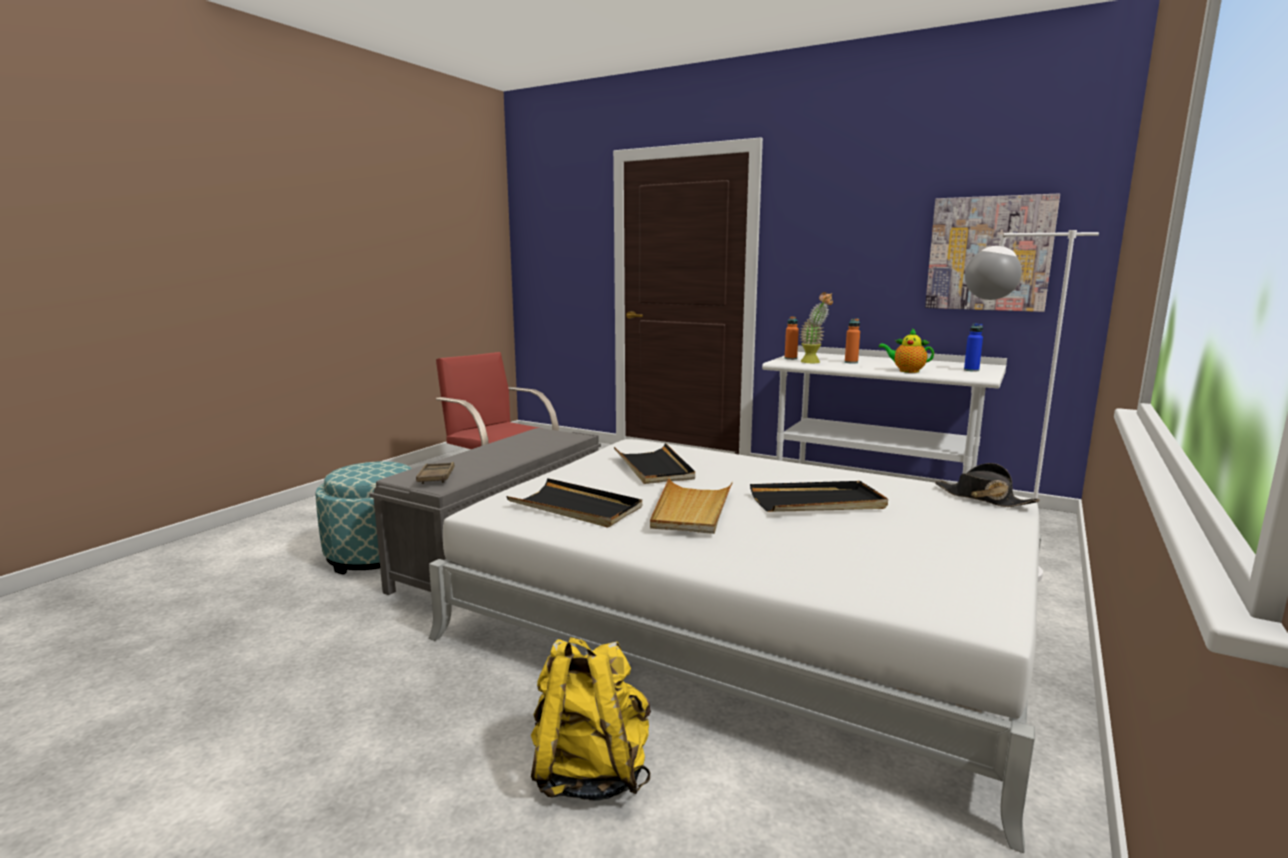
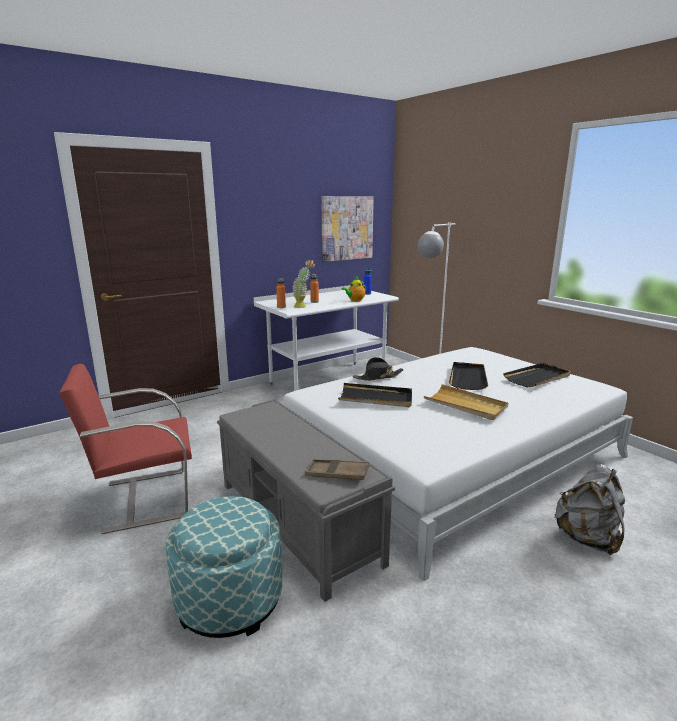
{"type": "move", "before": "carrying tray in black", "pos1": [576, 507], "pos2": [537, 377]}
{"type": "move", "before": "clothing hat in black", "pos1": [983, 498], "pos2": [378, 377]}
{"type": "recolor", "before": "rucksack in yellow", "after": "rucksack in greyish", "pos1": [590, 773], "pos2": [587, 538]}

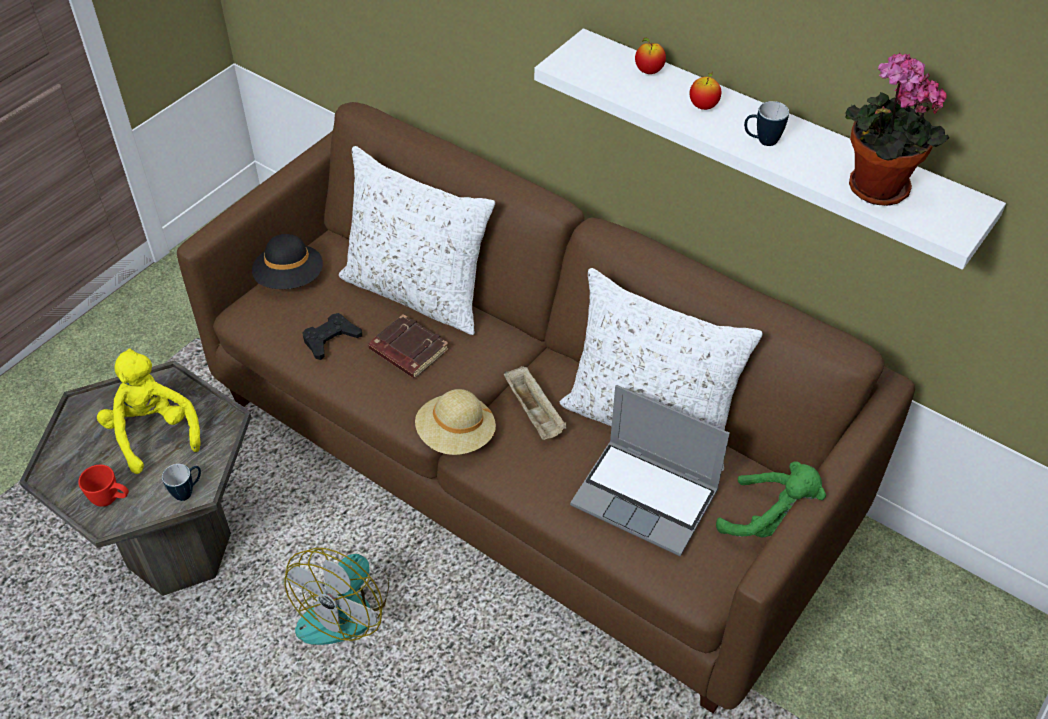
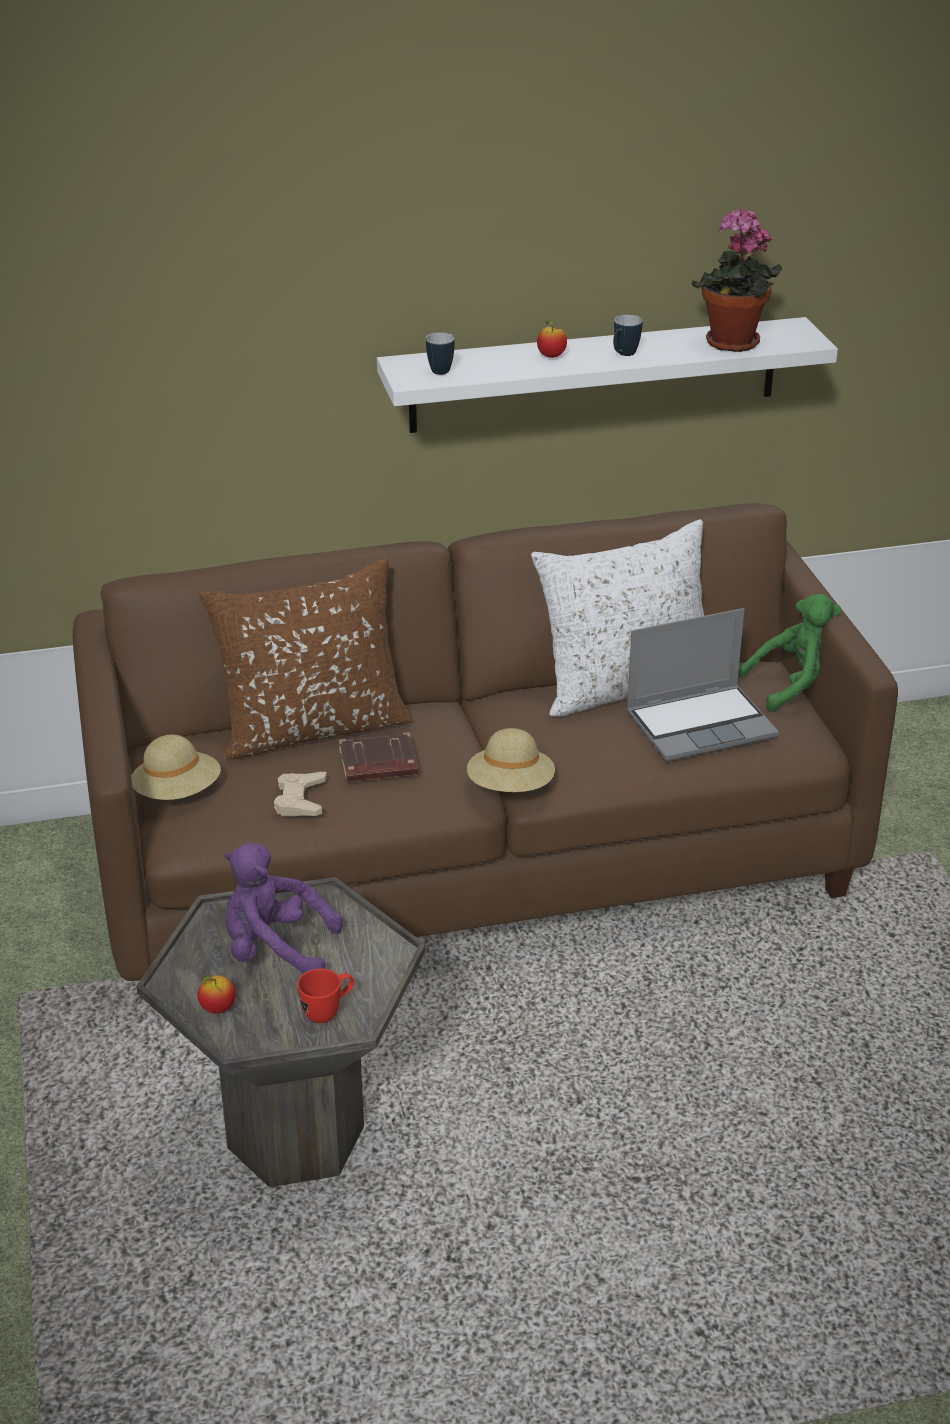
{"type": "delete", "before": "electric fan", "pos1": [345, 606]}
{"type": "delete", "before": "carrying tray in beige-coloured", "pos1": [535, 413]}
{"type": "move", "before": "tea mug", "pos1": [188, 491], "pos2": [440, 369]}
{"type": "move", "before": "apple fruit", "pos1": [649, 71], "pos2": [218, 1008]}
{"type": "recolor", "before": "cuddly toy in yellow", "after": "cuddly toy in purple", "pos1": [153, 432], "pos2": [275, 950]}
{"type": "recolor", "before": "clothing hat in black", "after": "clothing hat in beige-coloured", "pos1": [290, 279], "pos2": [177, 793]}
{"type": "recolor", "before": "gamepad in black", "after": "gamepad in beige-coloured", "pos1": [331, 339], "pos2": [300, 800]}
{"type": "recolor", "before": "throw pillow in white-coloured", "after": "throw pillow in brown-coloured", "pos1": [417, 292], "pos2": [312, 728]}

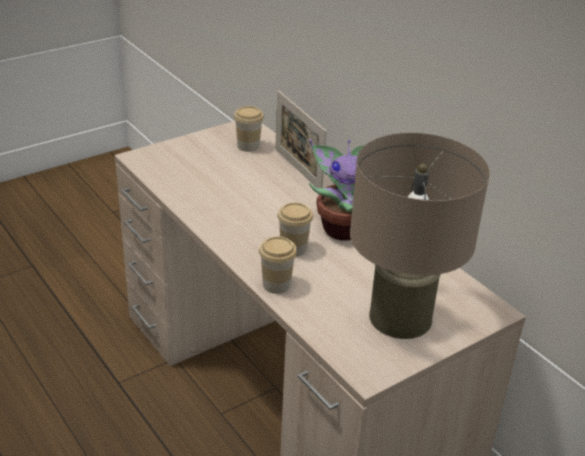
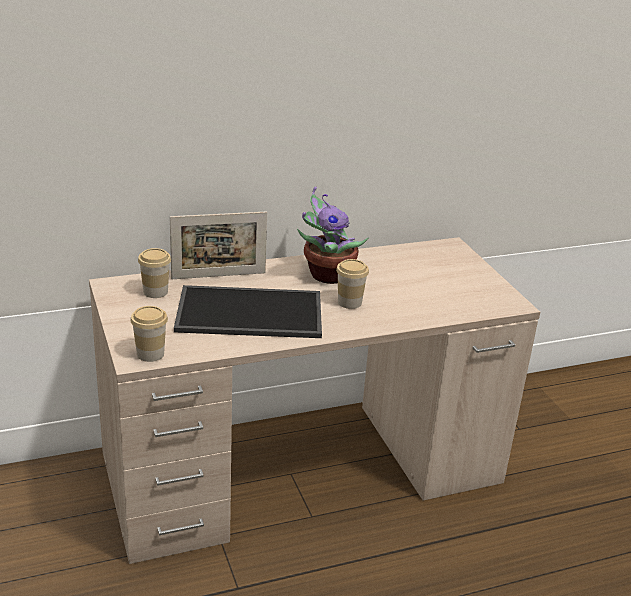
{"type": "delete", "before": "lamp for a table in beige-coloured", "pos1": [400, 318]}
{"type": "insert", "after": "carrying tray", "pos2": [248, 314]}
{"type": "move", "before": "cup", "pos1": [276, 285], "pos2": [150, 354]}

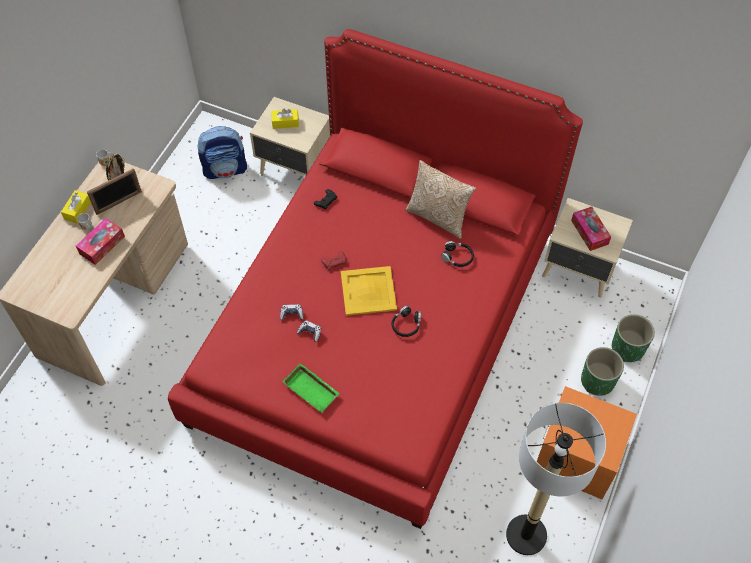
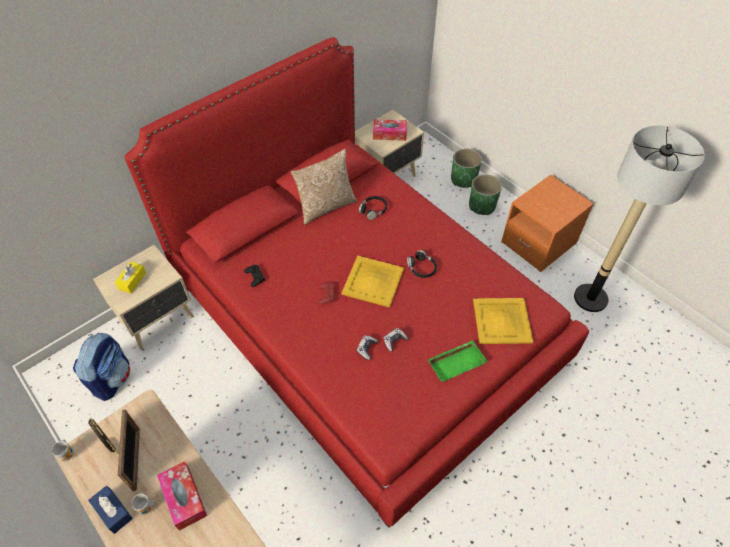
{"type": "insert", "after": "carrying tray in yellow", "pos2": [502, 321]}
{"type": "recolor", "before": "tissue holder in yellow", "after": "tissue holder in blue-coloured", "pos1": [77, 210], "pos2": [113, 511]}

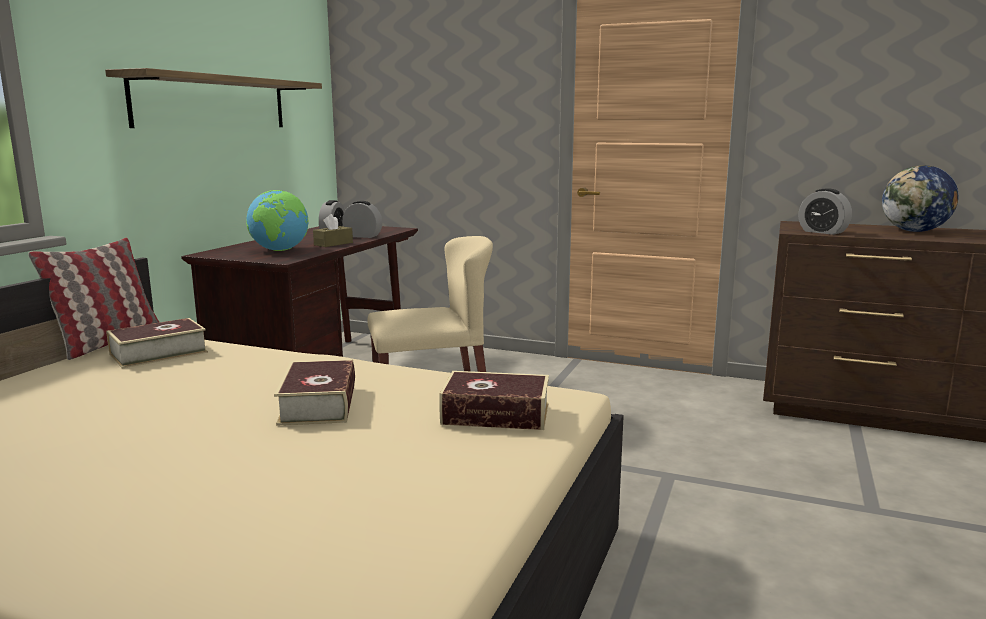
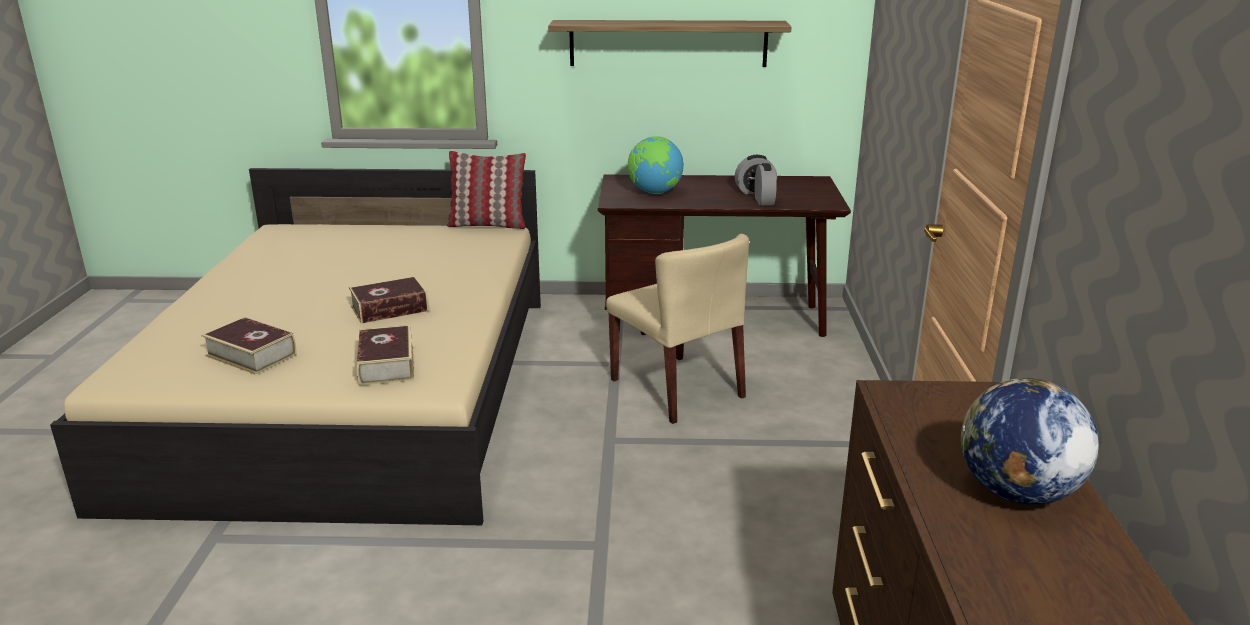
{"type": "delete", "before": "tissue holder in brown-coloured", "pos1": [333, 244]}
{"type": "delete", "before": "table clock", "pos1": [822, 232]}
{"type": "move", "before": "book", "pos1": [158, 353], "pos2": [251, 355]}

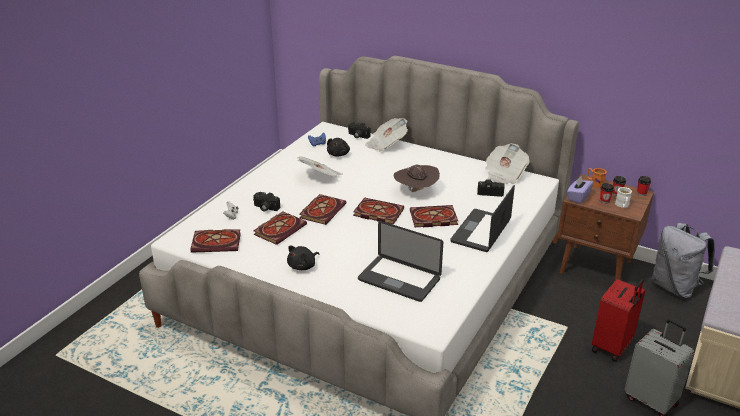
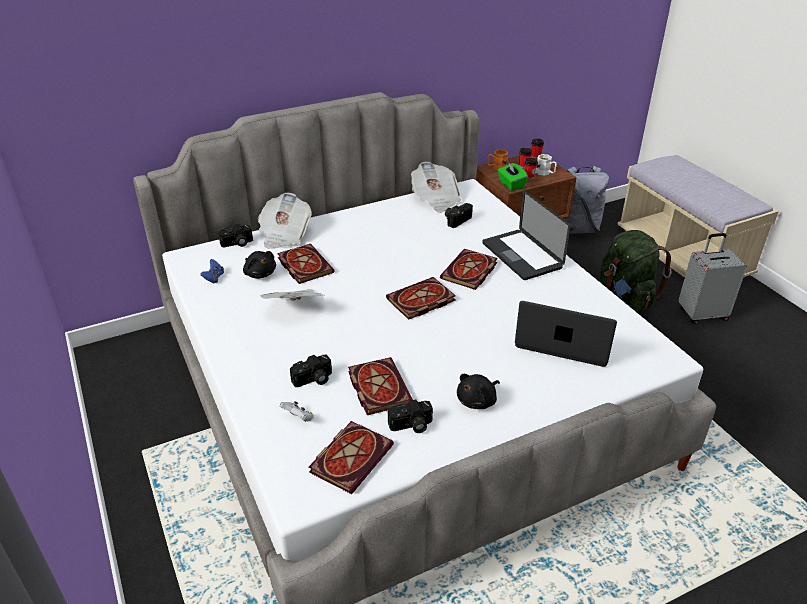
{"type": "delete", "before": "clothing hat in brown-coloured", "pos1": [416, 191]}
{"type": "insert", "after": "photo camera", "pos2": [411, 426]}
{"type": "move", "before": "book", "pos1": [322, 210], "pos2": [303, 265]}
{"type": "replace", "before": "travel case in red", "after": "rucksack in green", "pos1": [612, 347], "pos2": [625, 297]}
{"type": "recolor", "before": "tissue holder in purple", "after": "tissue holder in green", "pos1": [578, 197], "pos2": [511, 184]}
{"type": "rotate", "before": "cuddly toy in black", "pos1": [303, 266], "pos2": [478, 401], "turn": 60}
{"type": "rotate", "before": "notebook computer", "pos1": [399, 279], "pos2": [564, 342], "turn": -135}

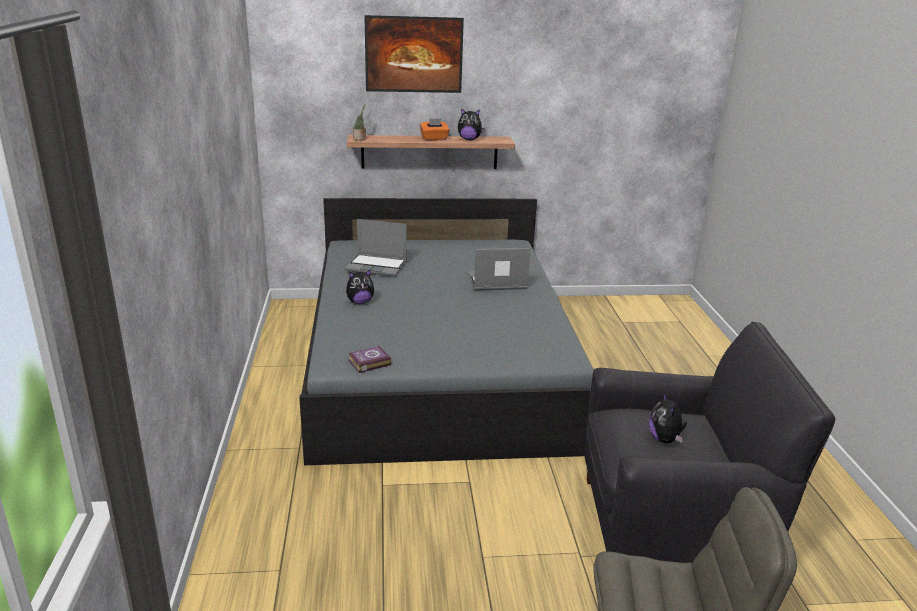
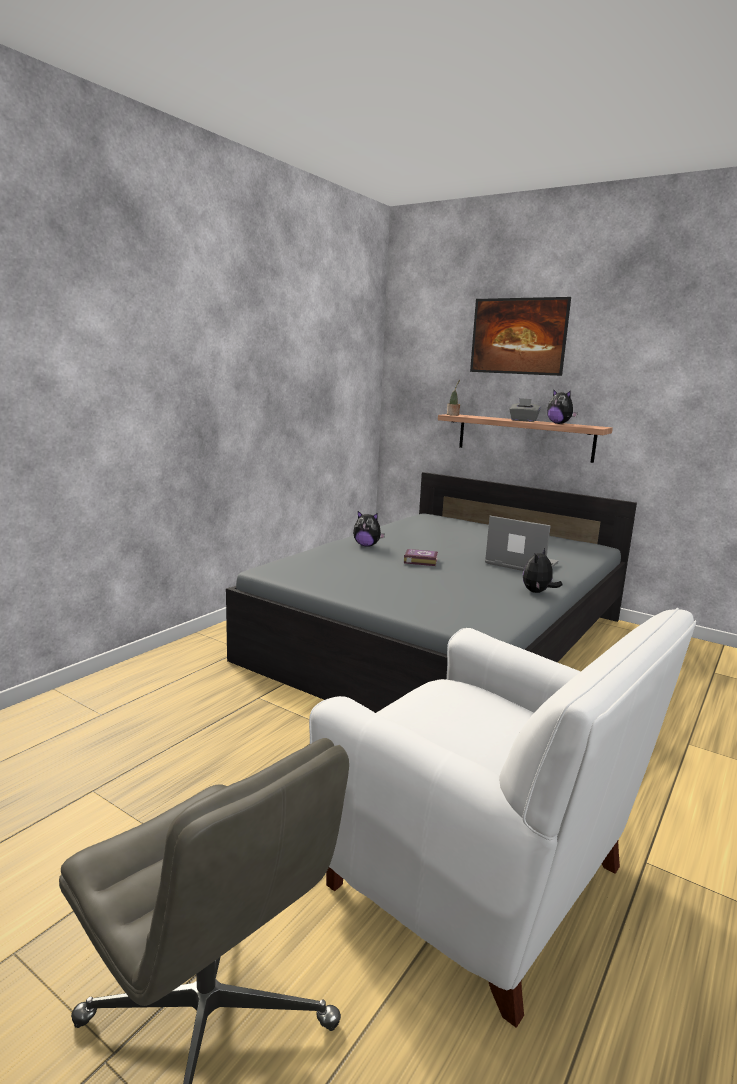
{"type": "delete", "before": "notebook computer", "pos1": [377, 266]}
{"type": "move", "before": "book", "pos1": [368, 362], "pos2": [420, 560]}
{"type": "move", "before": "cuddly toy", "pos1": [665, 440], "pos2": [537, 592]}
{"type": "recolor", "before": "tissue holder in orange-coloured", "after": "tissue holder in greyish", "pos1": [434, 139], "pos2": [523, 420]}
{"type": "recolor", "before": "lounge chair in black", "after": "lounge chair in white-coloured", "pos1": [672, 530], "pos2": [482, 881]}

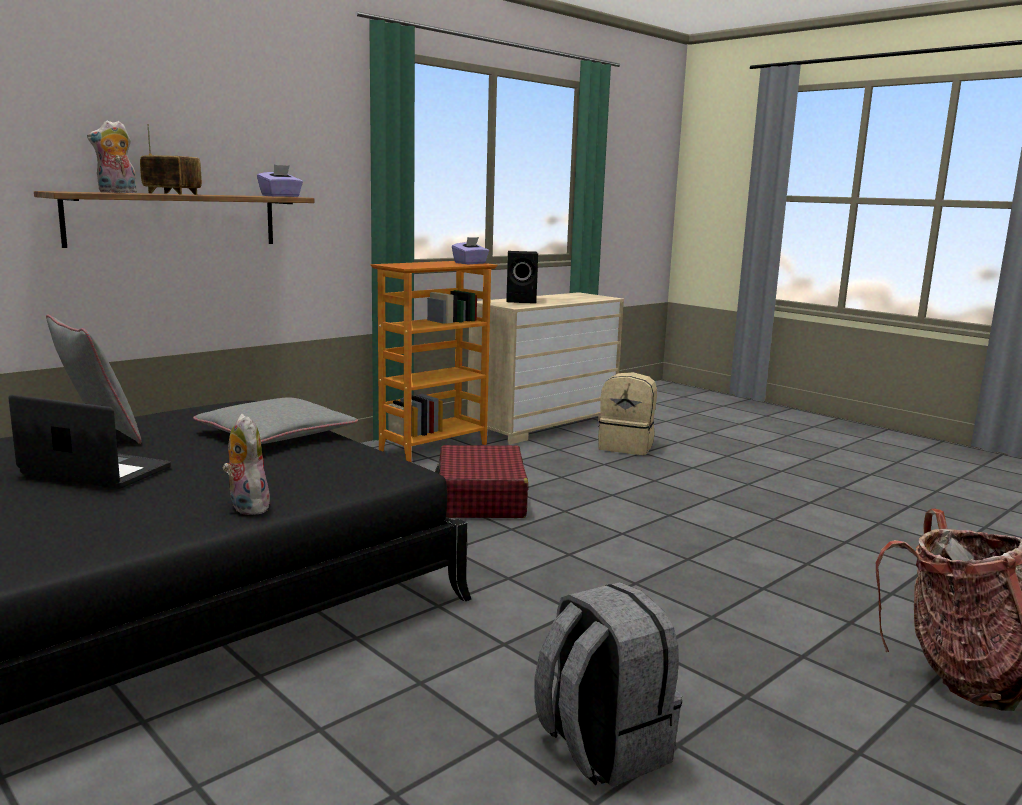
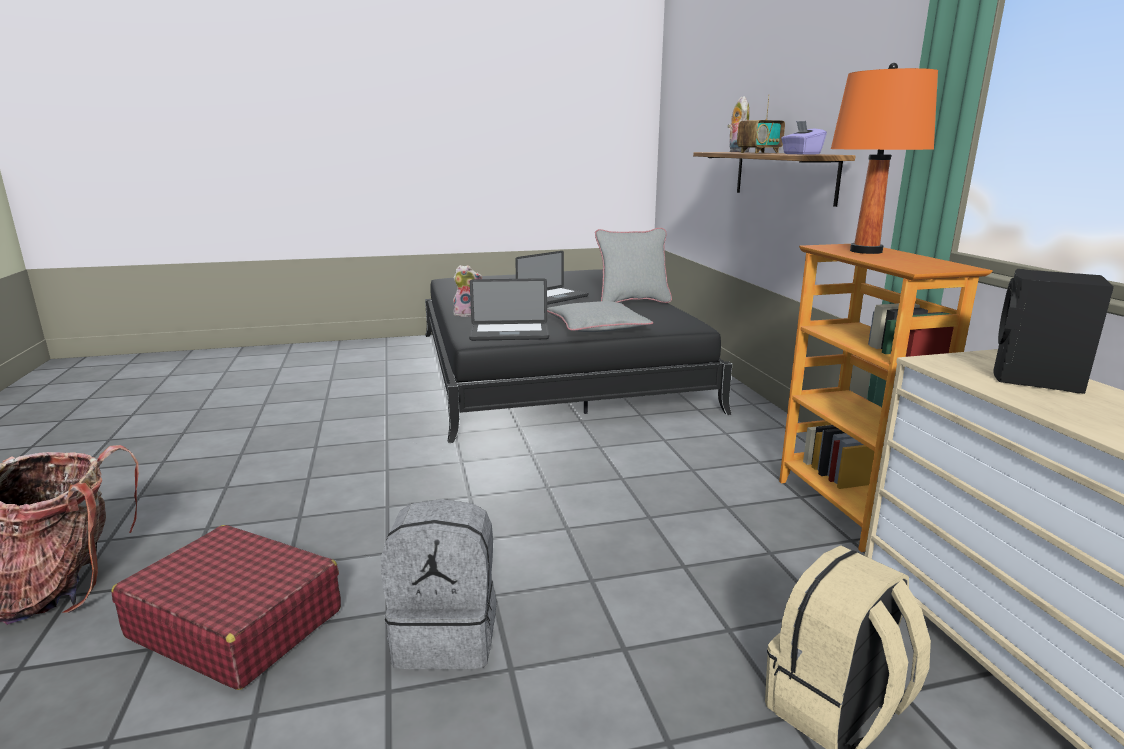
{"type": "delete", "before": "tissue holder in purple", "pos1": [470, 263]}
{"type": "insert", "after": "notebook computer", "pos2": [509, 333]}
{"type": "insert", "after": "lamp for a table in orange-coloured", "pos2": [866, 251]}
{"type": "move", "before": "travel case in red", "pos1": [480, 499], "pos2": [236, 623]}
{"type": "move", "before": "rucksack in greyish", "pos1": [601, 747], "pos2": [447, 636]}

